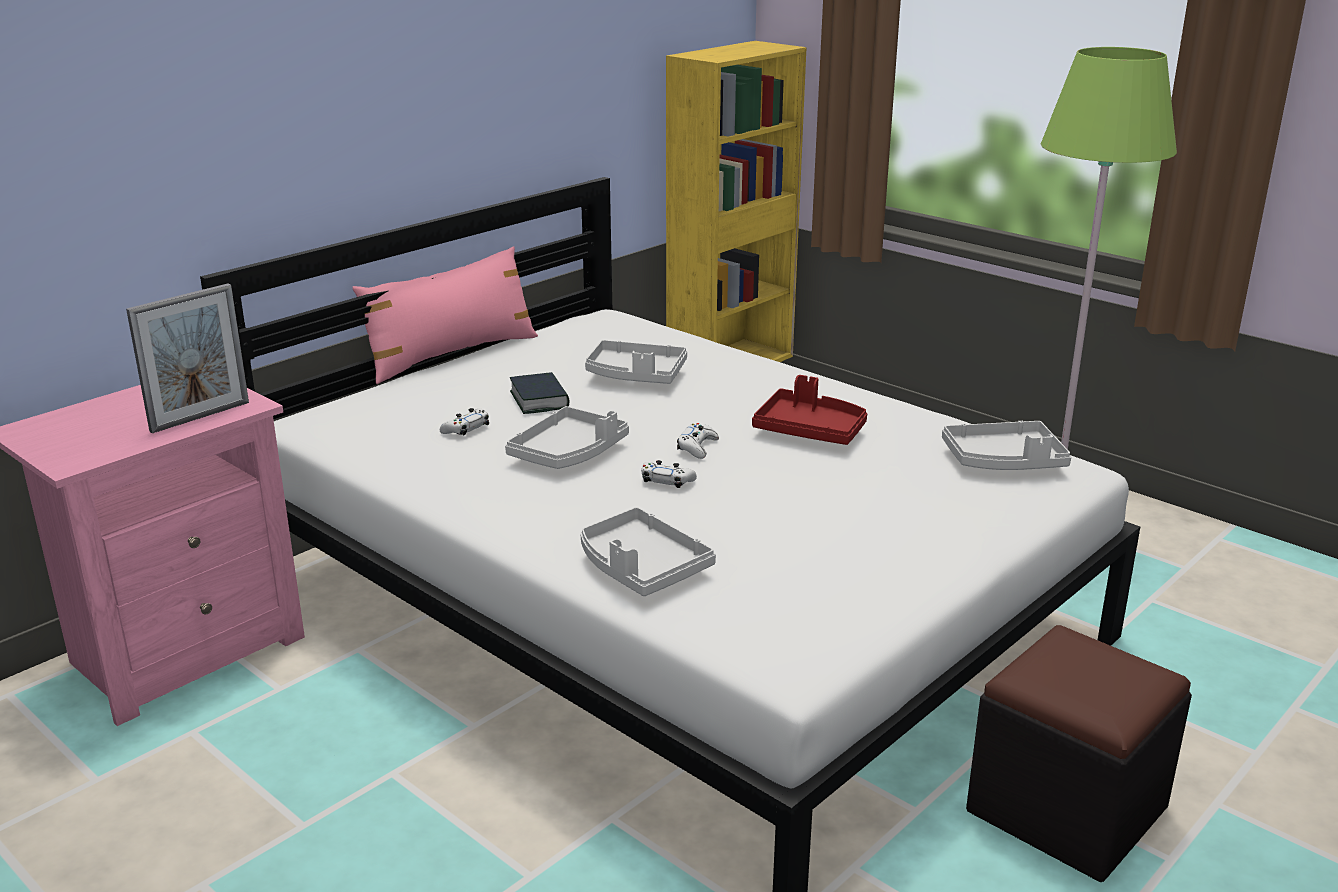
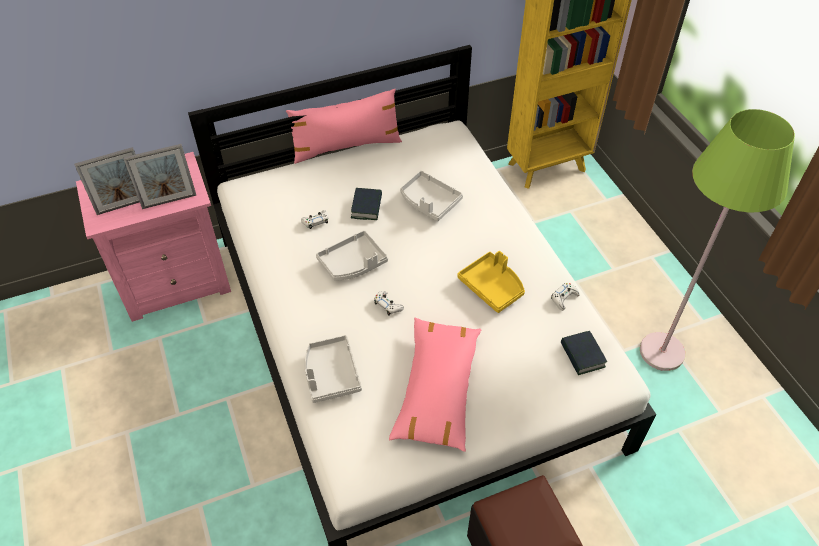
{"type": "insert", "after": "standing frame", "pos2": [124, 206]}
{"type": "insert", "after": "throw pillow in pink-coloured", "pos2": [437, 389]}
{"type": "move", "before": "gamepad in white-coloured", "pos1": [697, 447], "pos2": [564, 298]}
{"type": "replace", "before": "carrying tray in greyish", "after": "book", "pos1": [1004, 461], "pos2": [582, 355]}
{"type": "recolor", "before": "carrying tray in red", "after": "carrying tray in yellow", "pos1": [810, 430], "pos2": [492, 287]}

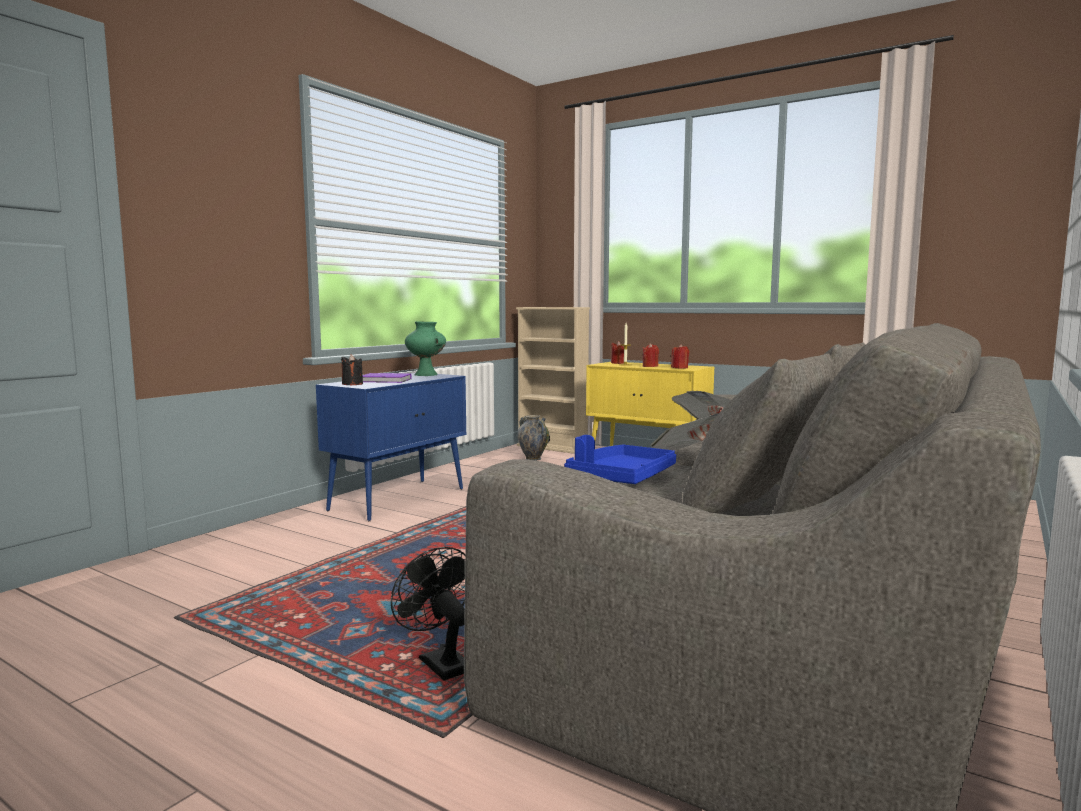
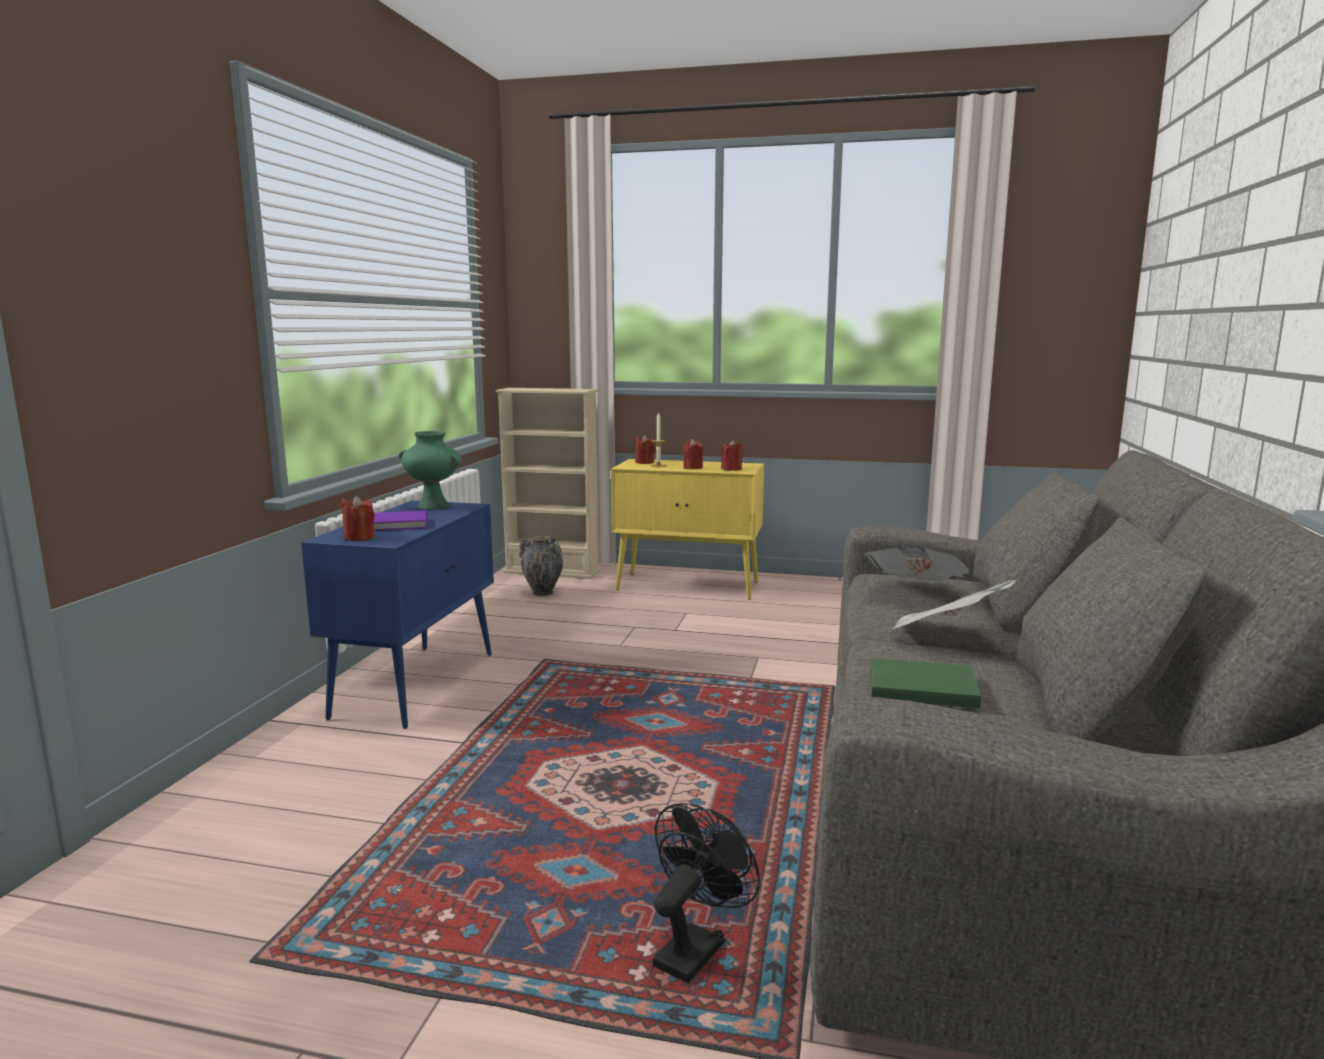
{"type": "replace", "before": "carrying tray in blue-coloured", "after": "book in green", "pos1": [621, 478], "pos2": [918, 687]}
{"type": "recolor", "before": "wax candle in black", "after": "wax candle in red", "pos1": [352, 384], "pos2": [359, 537]}
{"type": "rotate", "before": "electric fan in black", "pos1": [439, 662], "pos2": [695, 947], "turn": 90}

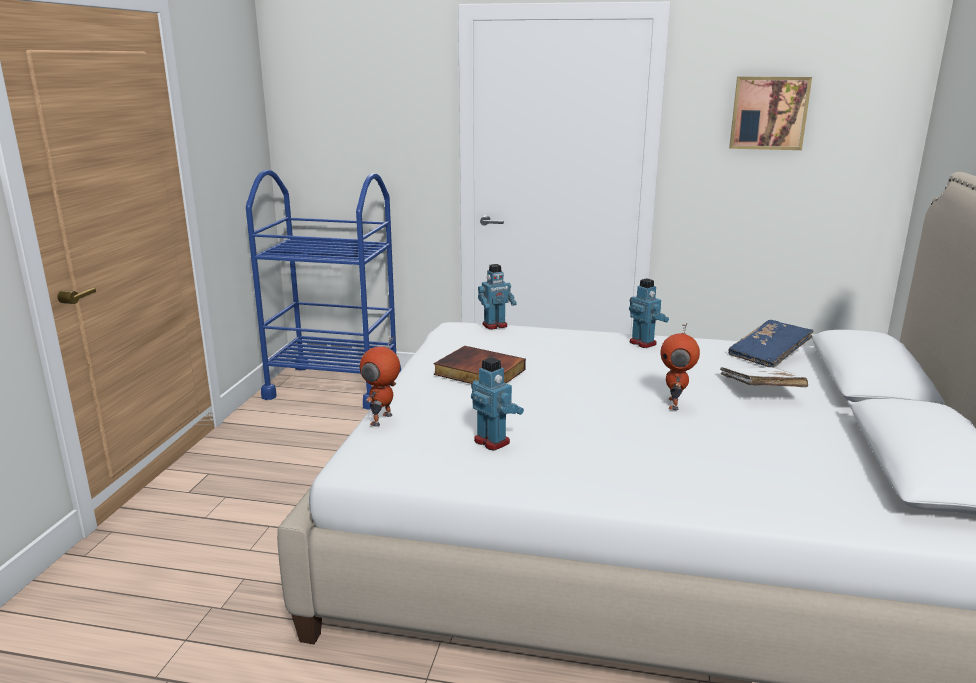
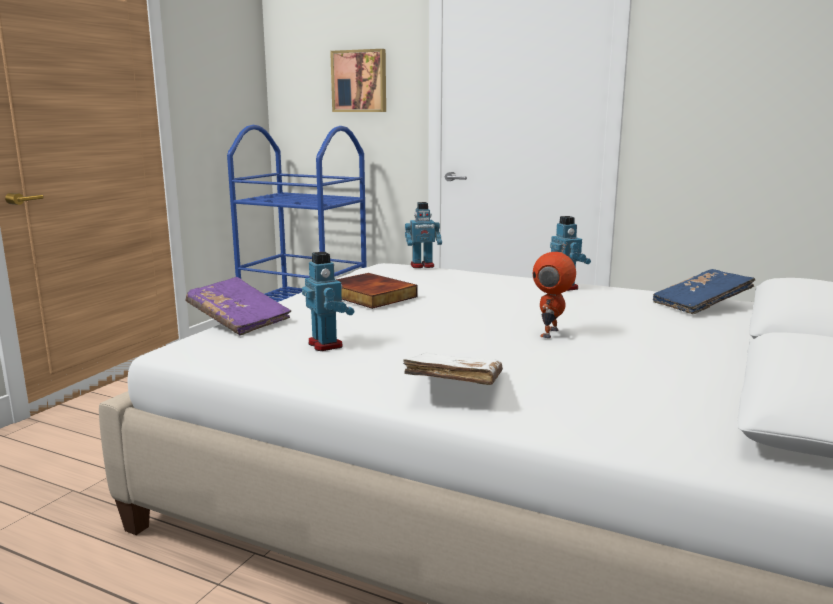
{"type": "move", "before": "book in white-coloured", "pos1": [760, 390], "pos2": [454, 387]}
{"type": "move", "before": "wall picture", "pos1": [768, 113], "pos2": [360, 81]}
{"type": "replace", "before": "model robot", "after": "book in purple", "pos1": [383, 420], "pos2": [239, 320]}

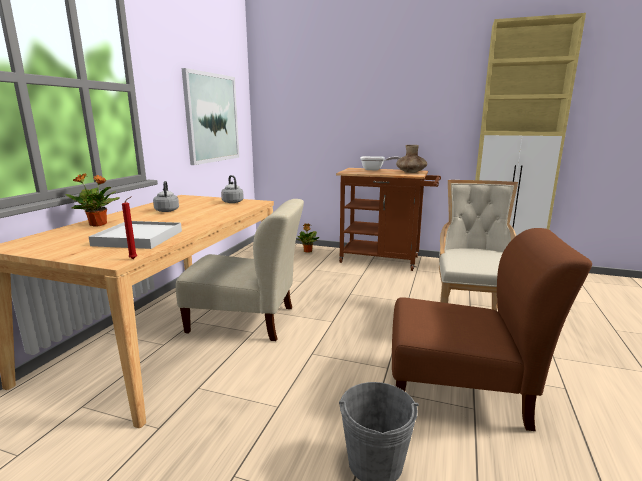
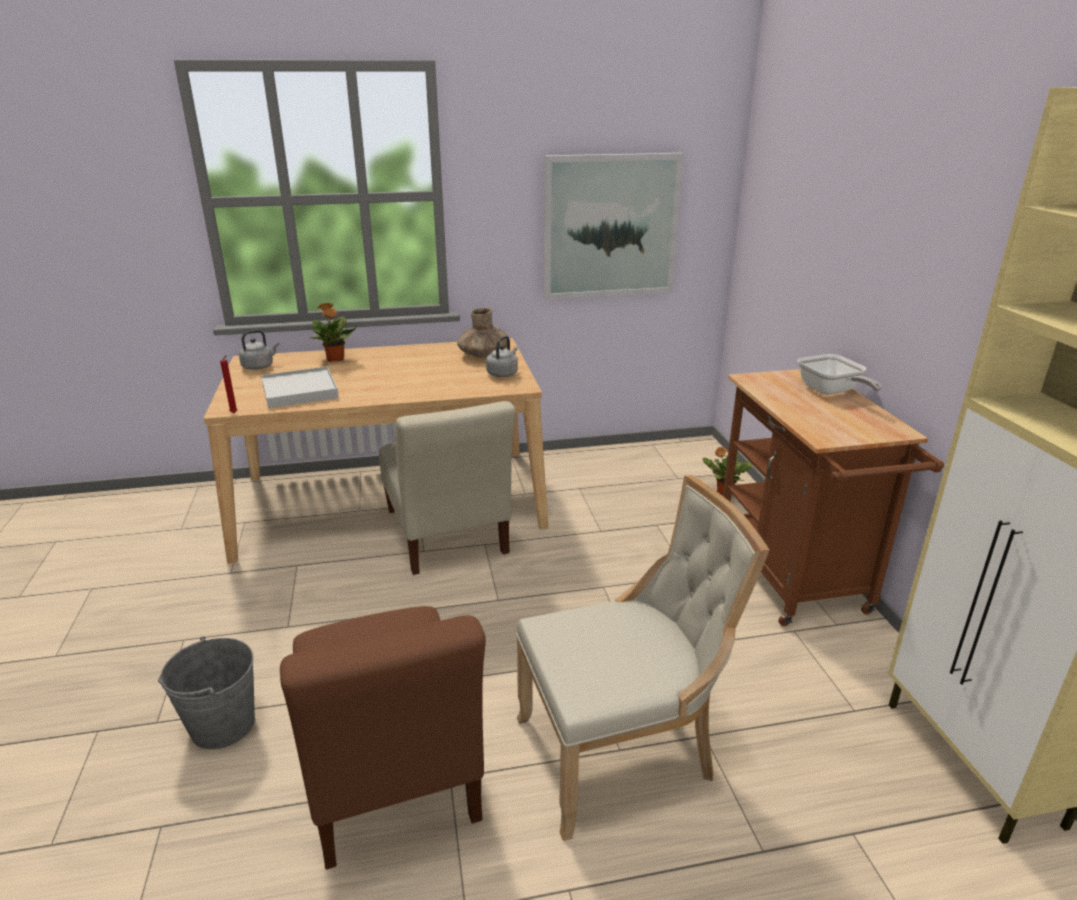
{"type": "move", "before": "kettle in greyish", "pos1": [167, 210], "pos2": [259, 366]}
{"type": "move", "before": "decorative vase in brown-coloured", "pos1": [411, 172], "pos2": [483, 355]}

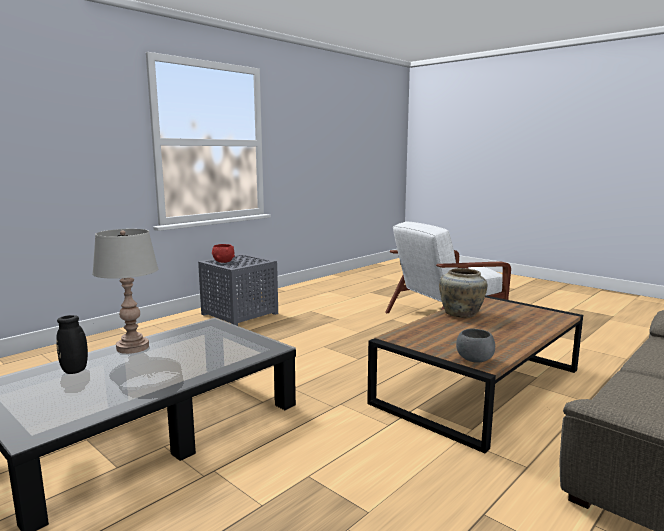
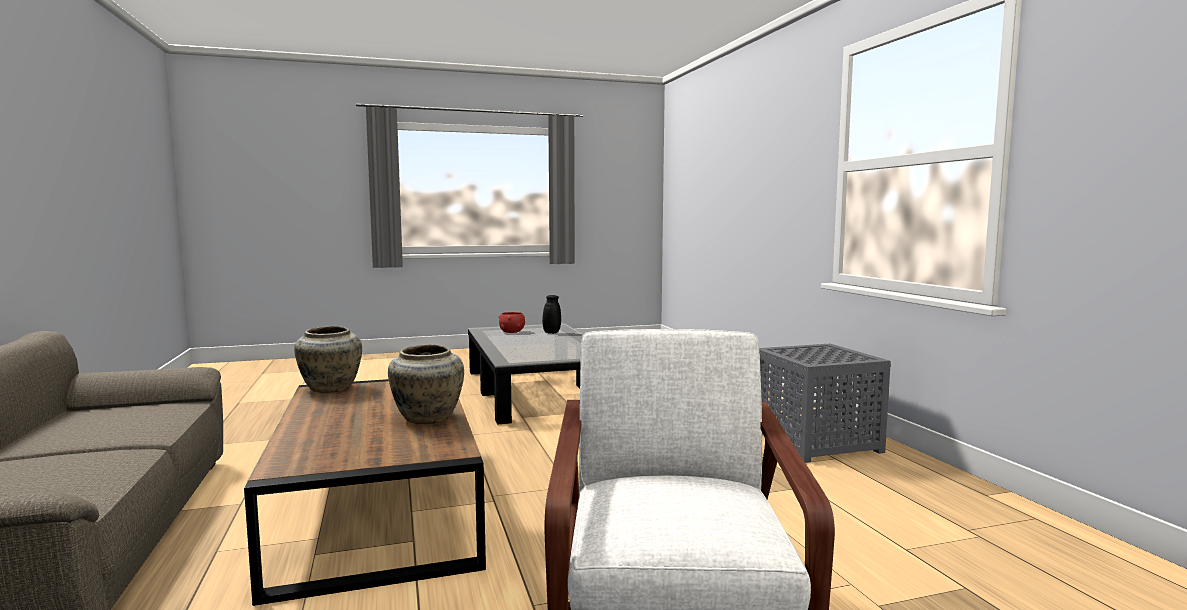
{"type": "delete", "before": "lamp for a table in greyish", "pos1": [133, 347]}
{"type": "move", "before": "bowl in red", "pos1": [223, 261], "pos2": [512, 332]}
{"type": "replace", "before": "bowl in greyish", "after": "decorative vase in beige-coloured", "pos1": [474, 360], "pos2": [330, 389]}

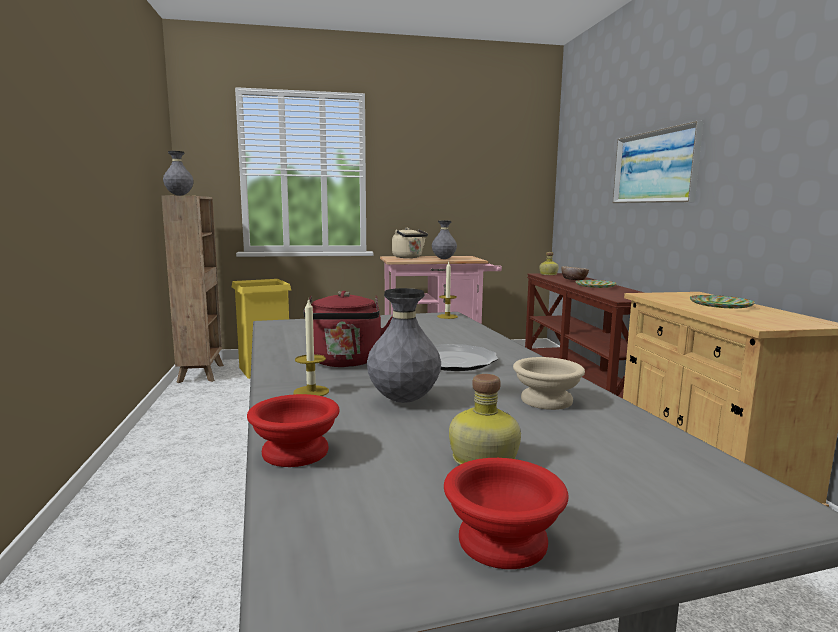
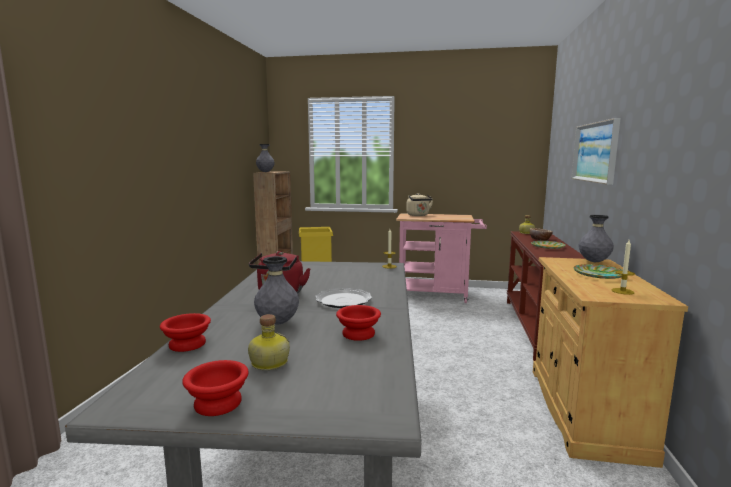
{"type": "move", "before": "wax candle", "pos1": [311, 392], "pos2": [622, 291]}
{"type": "move", "before": "decorative vase in greyish", "pos1": [444, 259], "pos2": [594, 262]}
{"type": "recolor", "before": "bowl in beige-coloured", "after": "bowl in red", "pos1": [544, 400], "pos2": [357, 333]}

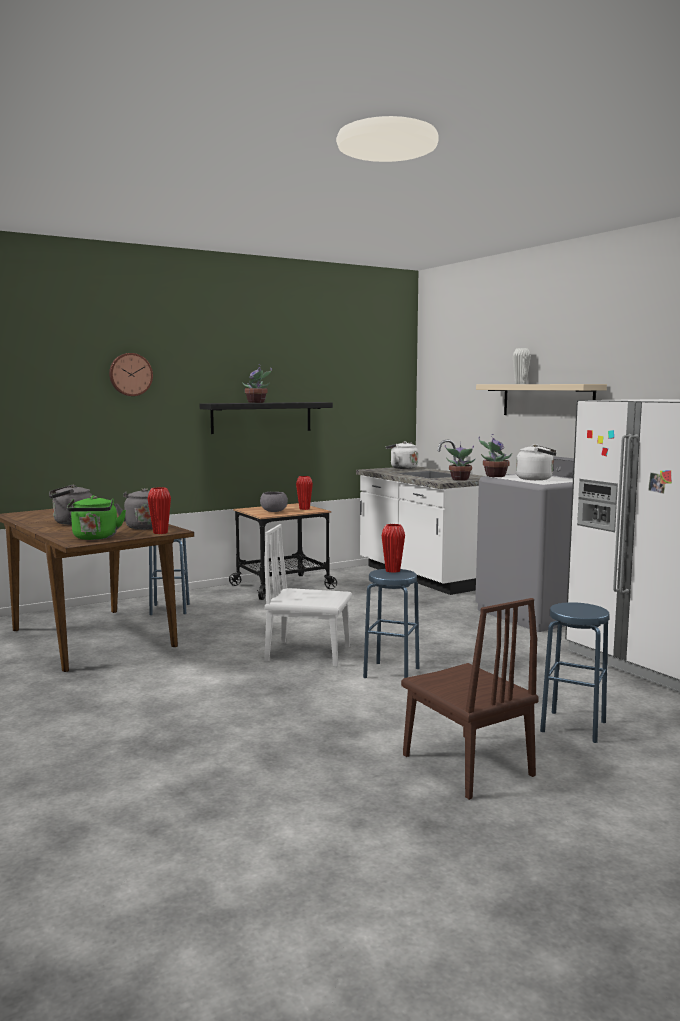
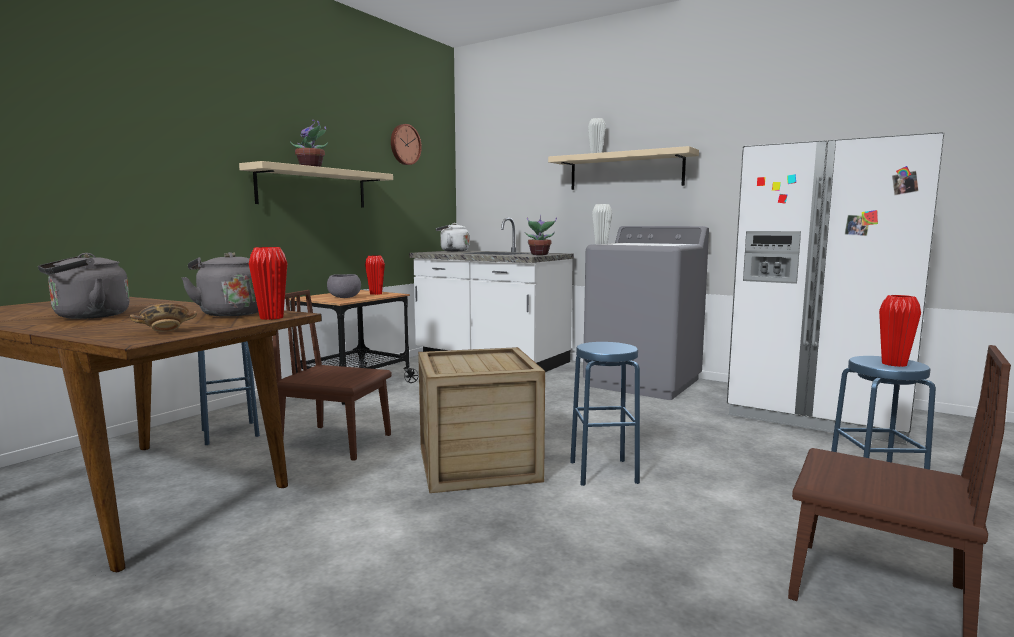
{"type": "delete", "before": "kettle in white-coloured", "pos1": [537, 479]}
{"type": "insert", "after": "plain chair in brown-coloured", "pos2": [336, 442]}
{"type": "move", "before": "hanging clock", "pos1": [130, 374], "pos2": [404, 144]}
{"type": "move", "before": "decorative vase in red", "pos1": [392, 571], "pos2": [894, 364]}
{"type": "replace", "before": "kettle in green", "after": "bowl", "pos1": [95, 538], "pos2": [166, 331]}
{"type": "replace", "before": "plain chair in white-coloured", "after": "packing crate", "pos1": [308, 654], "pos2": [478, 464]}
{"type": "replace", "before": "potted plant", "after": "decorative vase in white-coloured", "pos1": [494, 476], "pos2": [601, 244]}
{"type": "recolor", "before": "wall shelf in black", "after": "wall shelf in beige-coloured", "pos1": [262, 417], "pos2": [313, 188]}

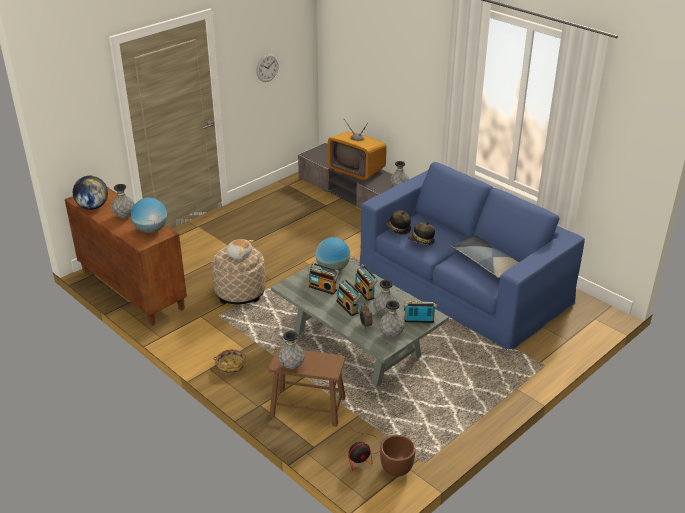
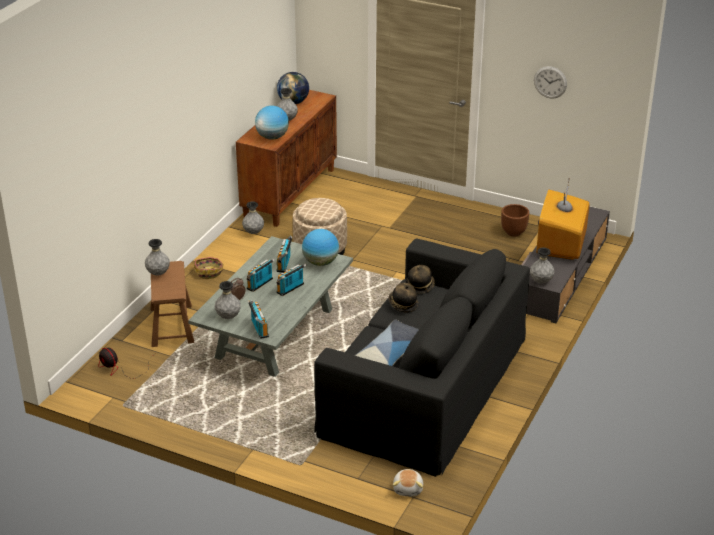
{"type": "move", "before": "cuddly toy", "pos1": [239, 254], "pos2": [408, 489]}
{"type": "move", "before": "decorative vase in greyish", "pos1": [385, 313], "pos2": [253, 232]}
{"type": "move", "before": "plant pot in brown-coloured", "pos1": [396, 470], "pos2": [513, 232]}
{"type": "recolor", "before": "settee in blue-coloured", "after": "settee in black", "pos1": [464, 283], "pos2": [425, 385]}

